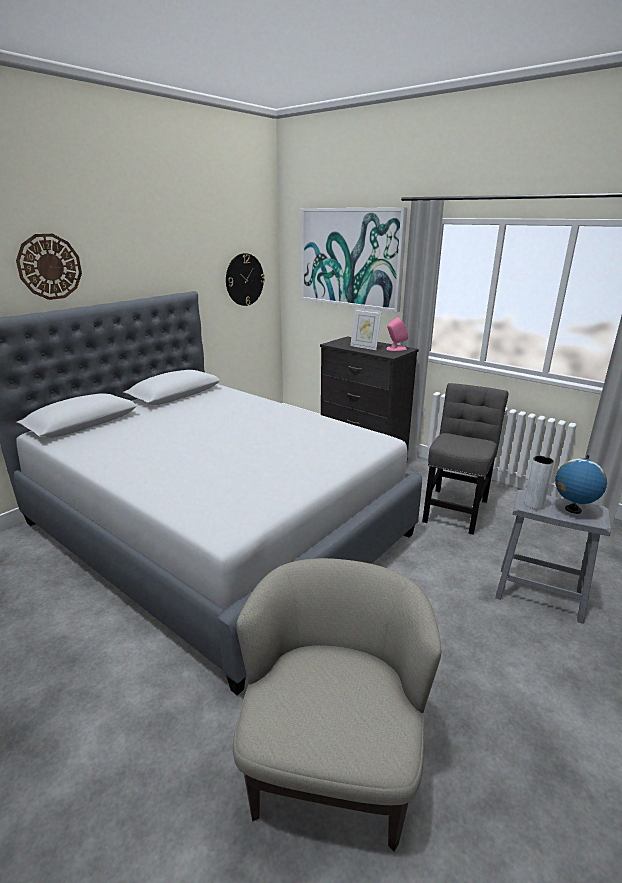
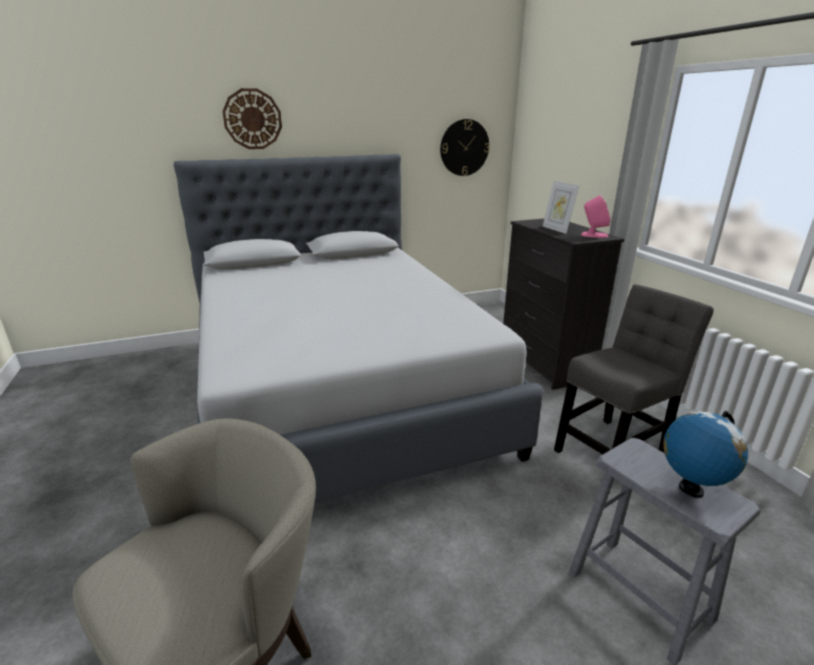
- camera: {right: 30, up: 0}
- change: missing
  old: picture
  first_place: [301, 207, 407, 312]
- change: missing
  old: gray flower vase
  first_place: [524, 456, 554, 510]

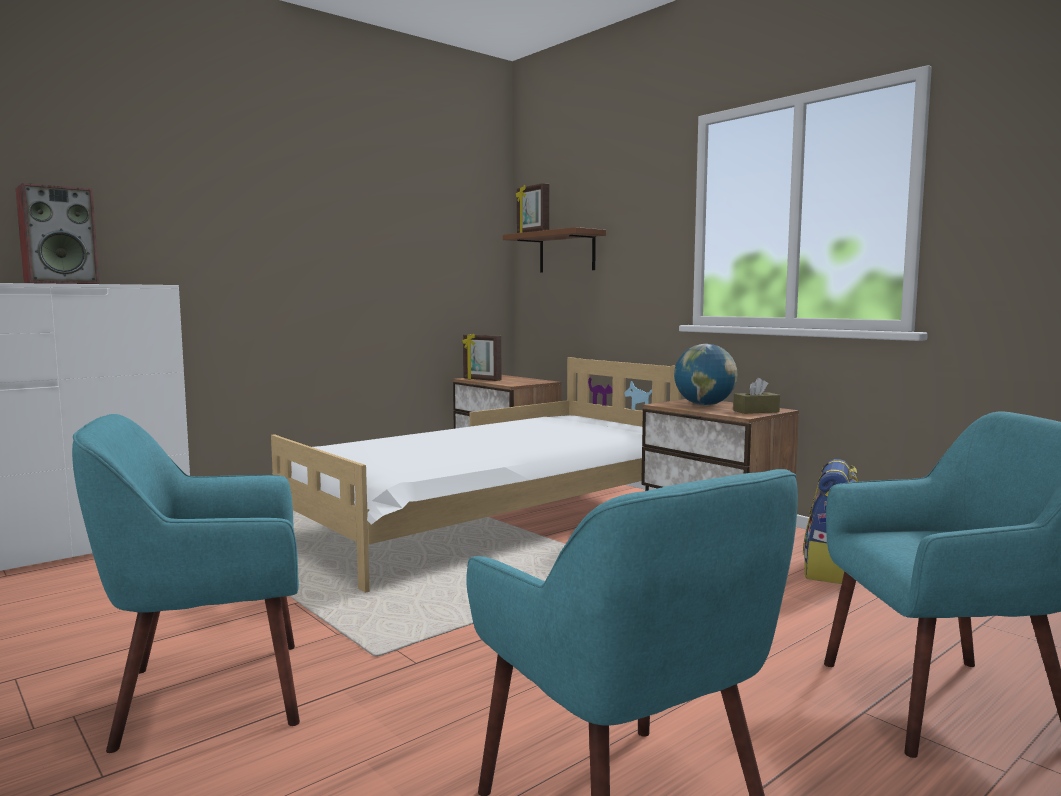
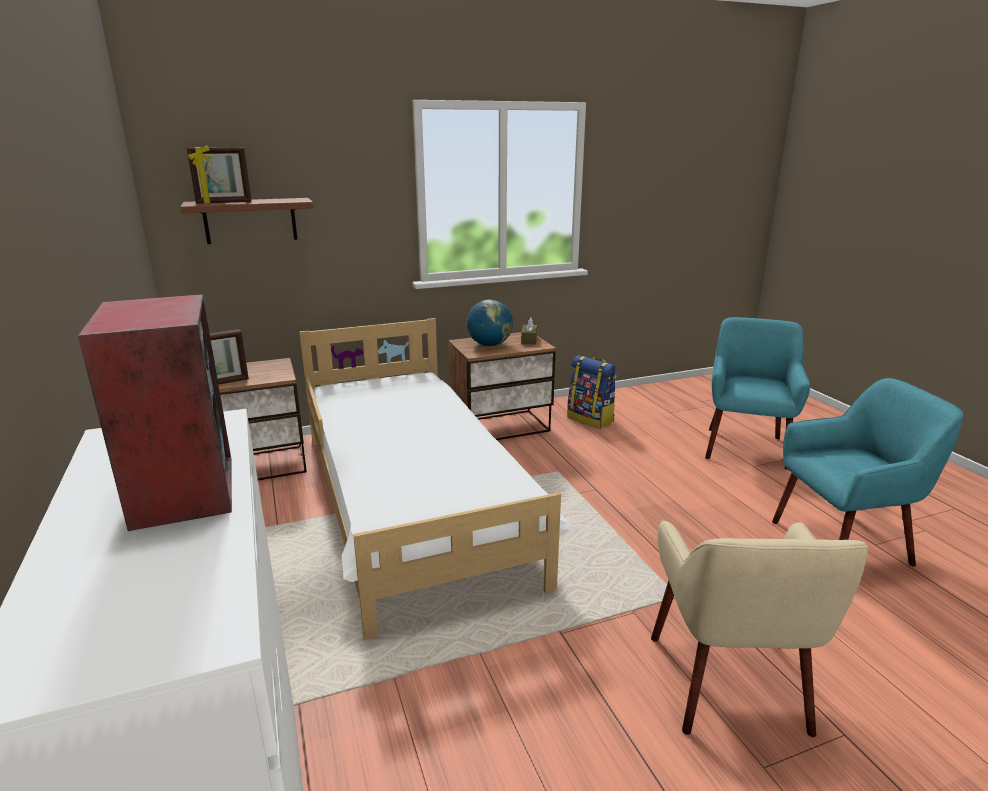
- camera: {right: -70, up: 15}
- change: colour
  old: turquoise-coloured easy chair
  new: sand-coloured easy chair
  first_place: [72, 414, 300, 753]
  second_place: [651, 521, 869, 737]

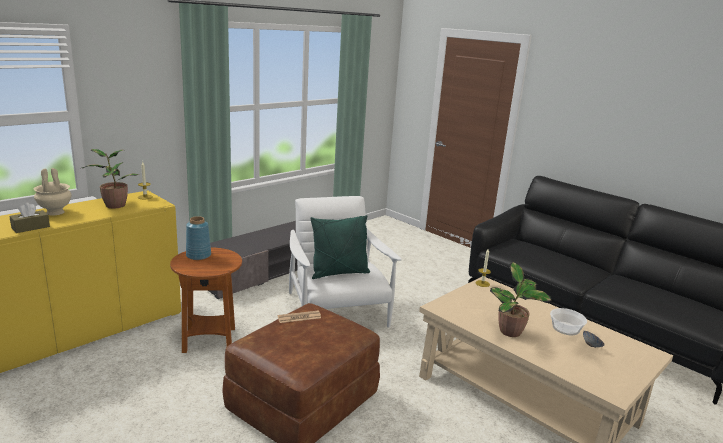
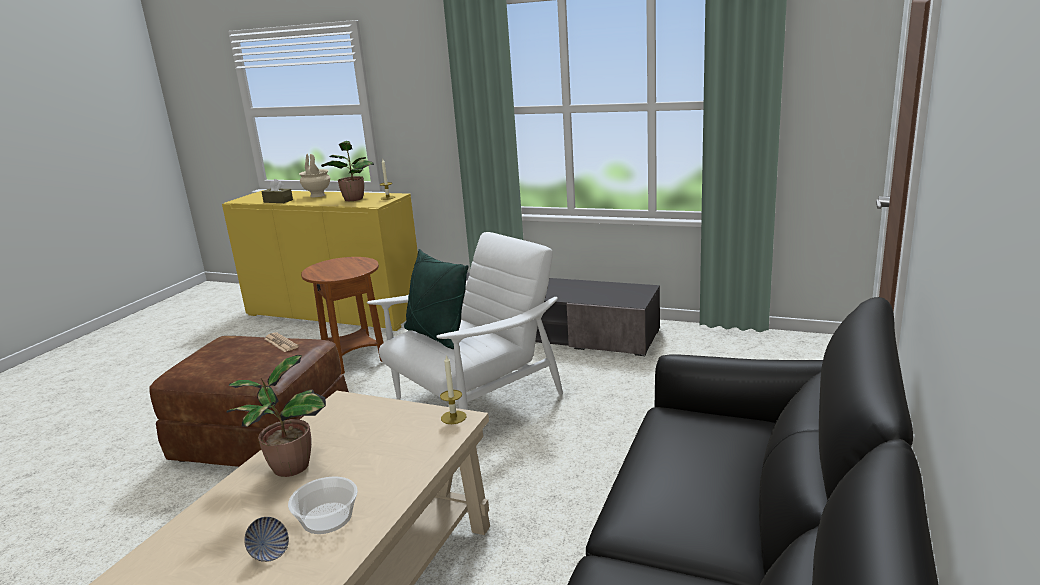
- camera: {right: 70, up: 0}
- change: missing
  old: blue-coloured flower vase
  first_place: [186, 216, 211, 260]

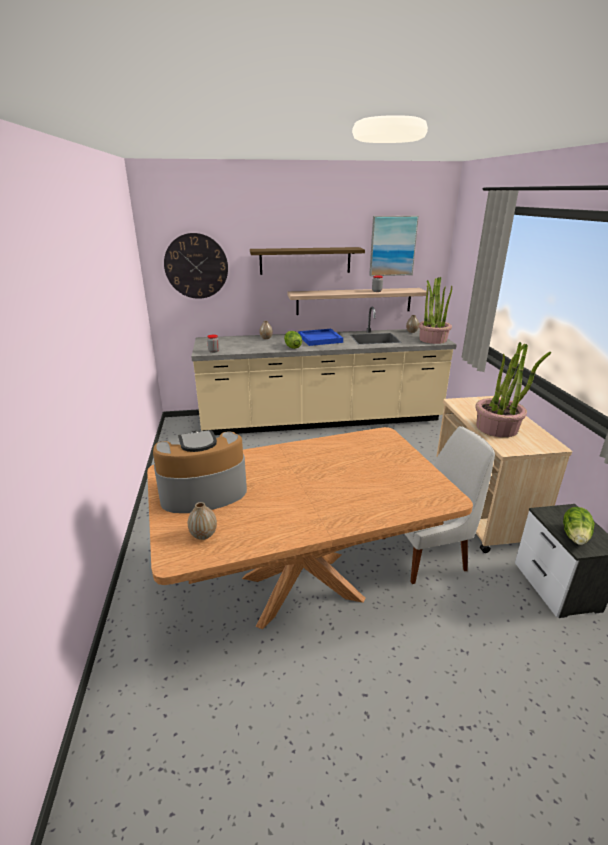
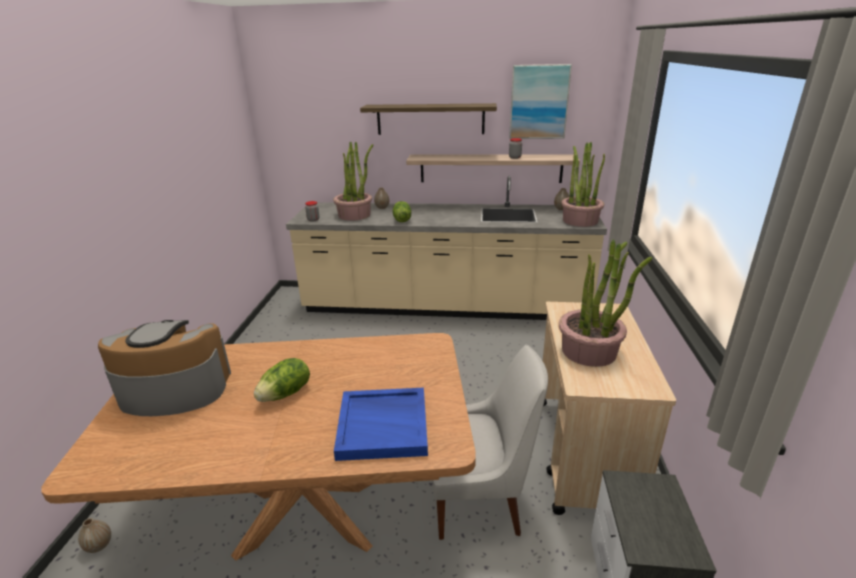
- camera: {right: 15, up: 0}
- change: missing
  old: wall clock
  first_place: [164, 233, 228, 299]
- change: appeared
  new: potted plant
  second_place: [333, 142, 373, 221]
- change: relocated
  old: flower vase
  first_place: [188, 502, 217, 540]
  second_place: [78, 518, 111, 553]
- change: relocated
  old: blue-coloured serving tray
  first_place: [298, 329, 343, 346]
  second_place: [334, 388, 428, 461]
- change: relocated
  old: lettuce head
  first_place: [563, 507, 595, 545]
  second_place: [254, 358, 310, 402]

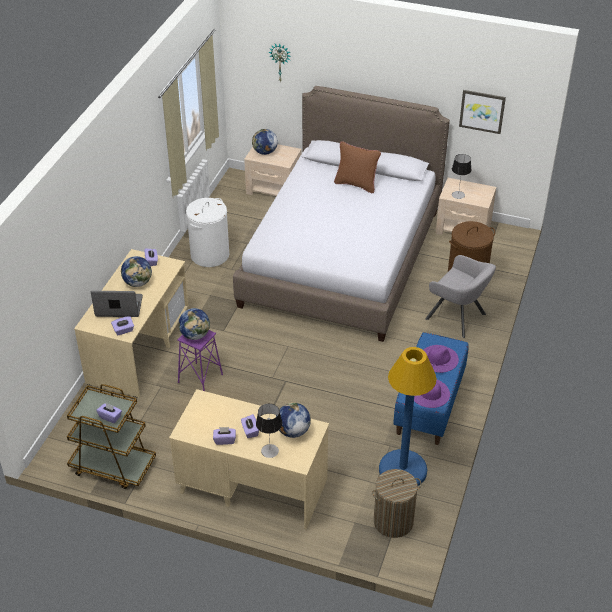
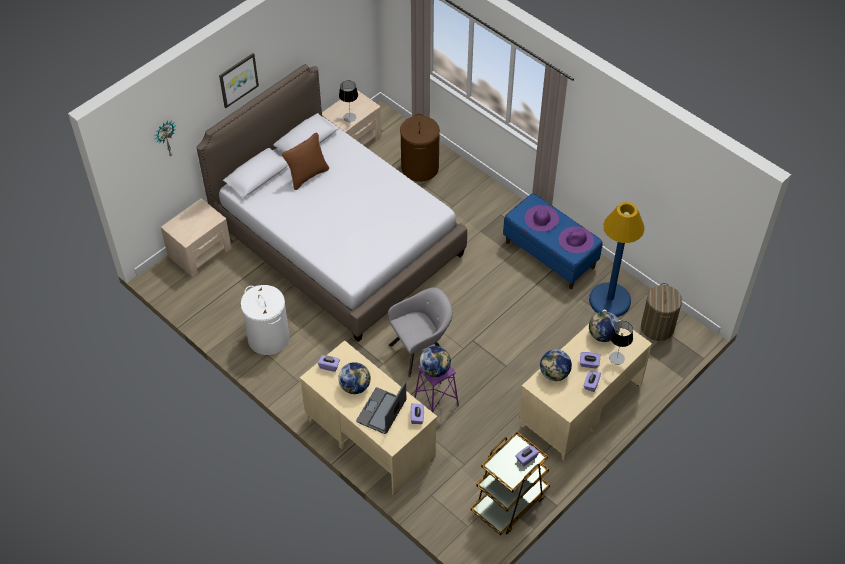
- camera: {right: -65, up: 10}
- change: relocated
  old: globe
  first_place: [252, 129, 278, 155]
  second_place: [540, 349, 572, 381]
- change: relocated
  old: gray easy chair
  first_place: [425, 255, 496, 338]
  second_place: [388, 287, 453, 377]
- change: relocated
  old: picture
  first_place: [459, 90, 506, 134]
  second_place: [219, 53, 259, 108]

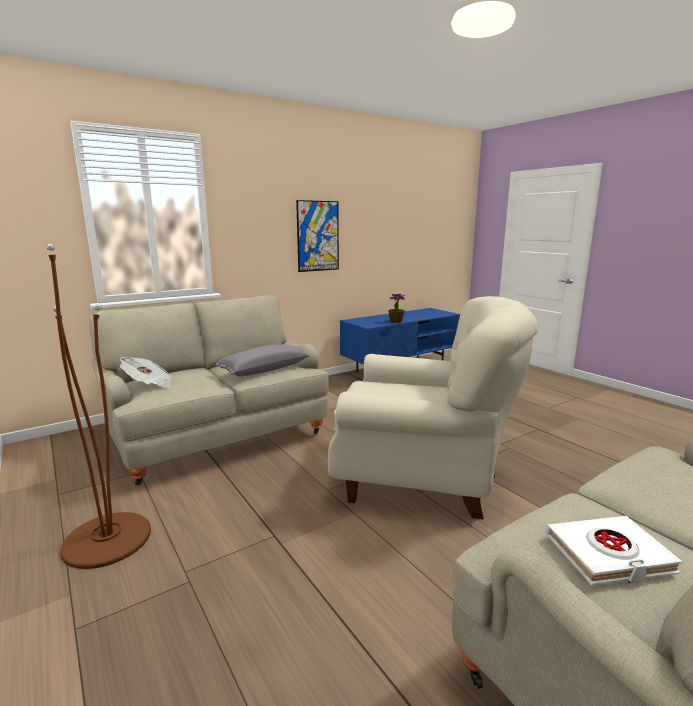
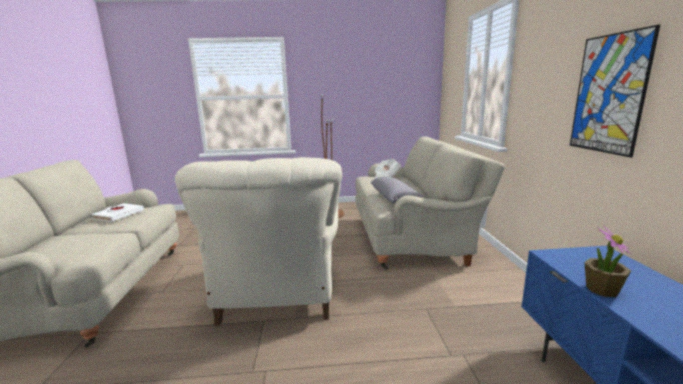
- camera: {right: 120, up: 0}
- change: spun
  old: sand-coloured easy chair
  first_place: [328, 296, 539, 519]
  second_place: [175, 157, 342, 326]
  degrees: -45

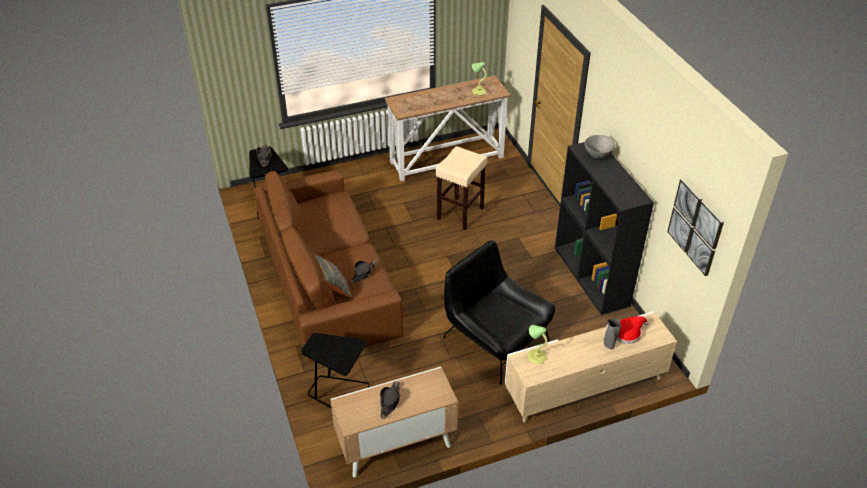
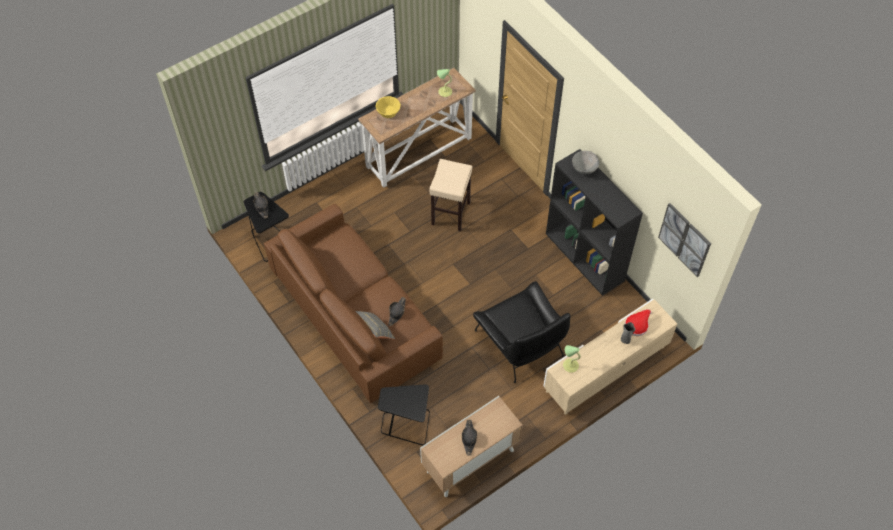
- camera: {right: -15, up: 15}
- change: appeared
  new: yellow deep dish
  second_place: [375, 96, 401, 118]
- change: spun
  old: blackish easy chair
  first_place: [443, 240, 555, 385]
  second_place: [473, 281, 571, 383]
  degrees: -150

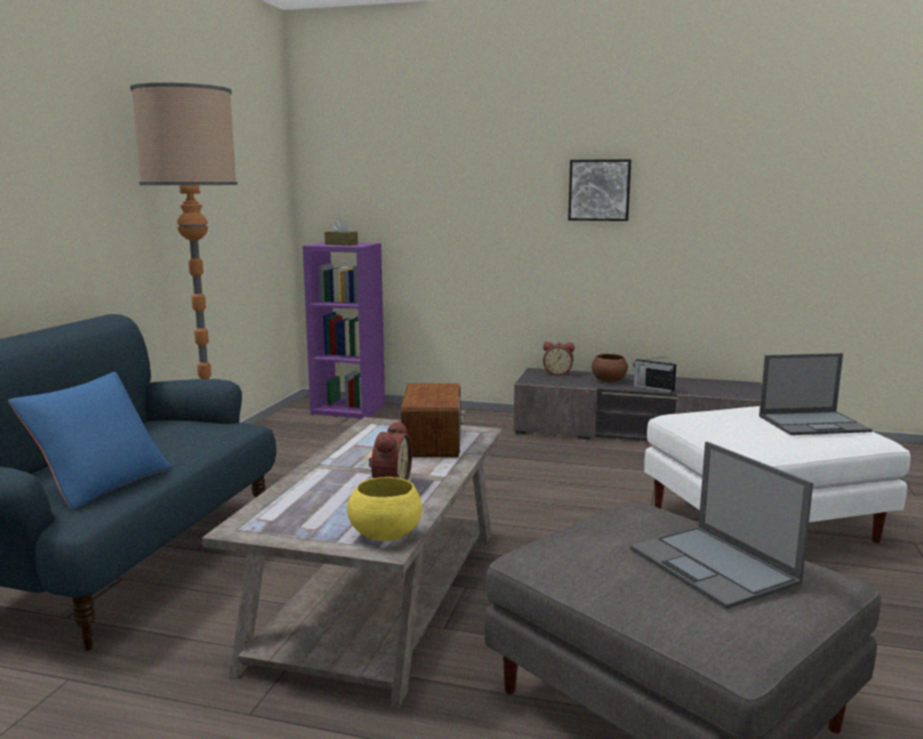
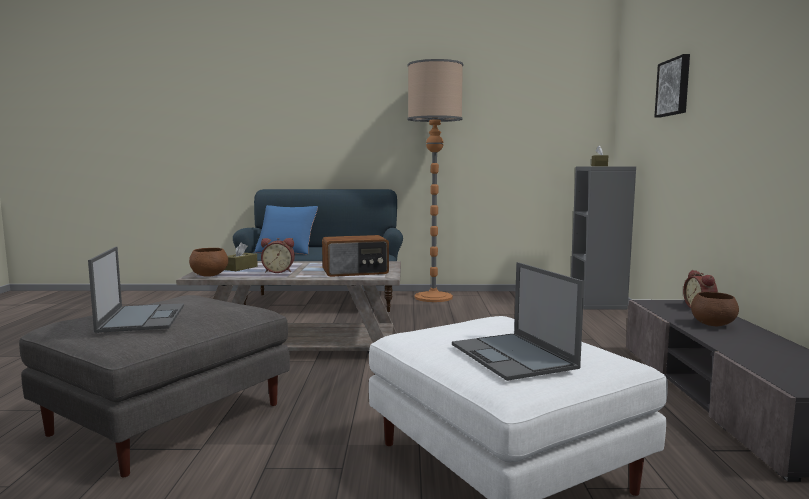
- camera: {right: 75, up: -5}
- change: missing
  old: radio set
  first_place: [633, 356, 676, 393]
- change: appeared
  new: brown-coloured tissue holder
  second_place: [225, 243, 258, 271]
- change: relocated
  old: picture
  first_place: [568, 159, 631, 221]
  second_place: [654, 54, 690, 117]
- change: colour
  old: purple-coloured shelving unit
  new: gray shelving unit
  first_place: [303, 242, 385, 418]
  second_place: [571, 166, 636, 309]
- change: colour
  old: yellow deep dish
  new: brown-coloured deep dish
  first_place: [347, 477, 422, 541]
  second_place: [189, 248, 228, 277]
- change: spun
  old: laptop
  first_place: [630, 442, 813, 609]
  second_place: [88, 247, 184, 333]
  degrees: 120

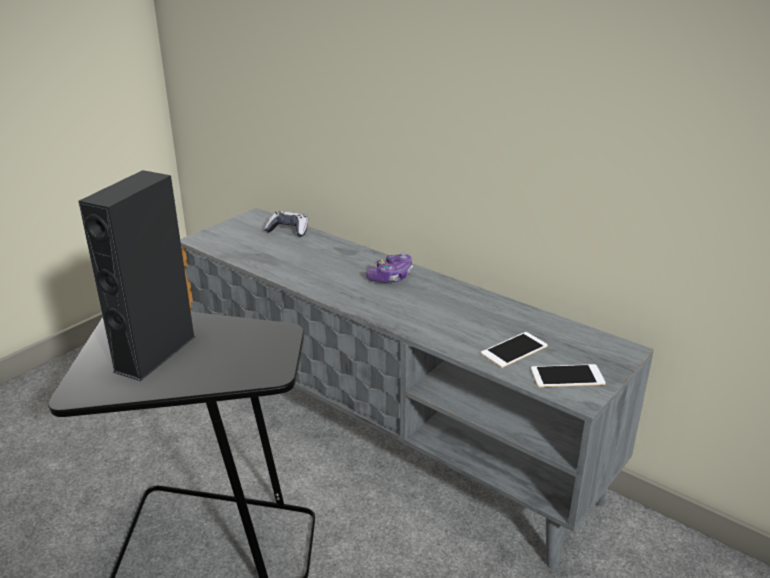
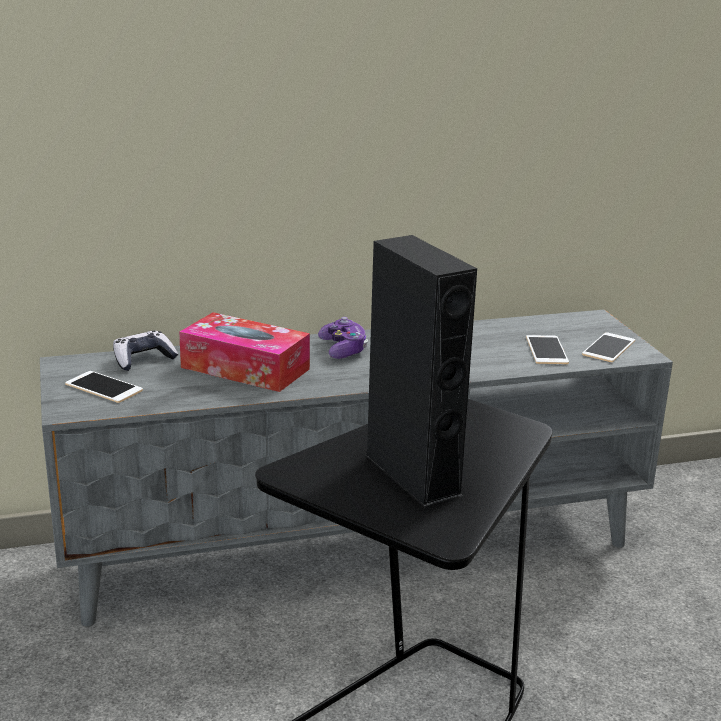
- camera: {right: -55, up: -5}
- change: appeared
  new: handset
  second_place: [65, 371, 143, 403]
- change: appeared
  new: tissue holder
  second_place: [179, 312, 310, 392]

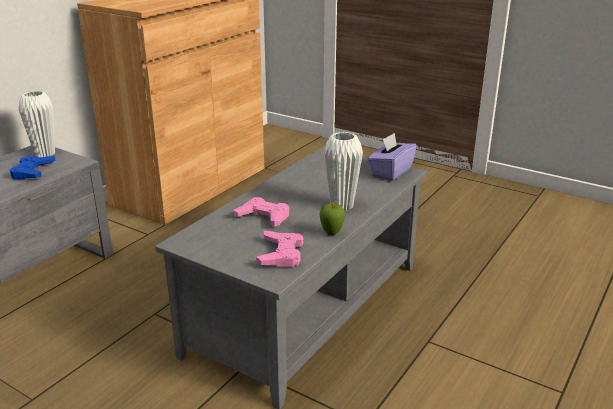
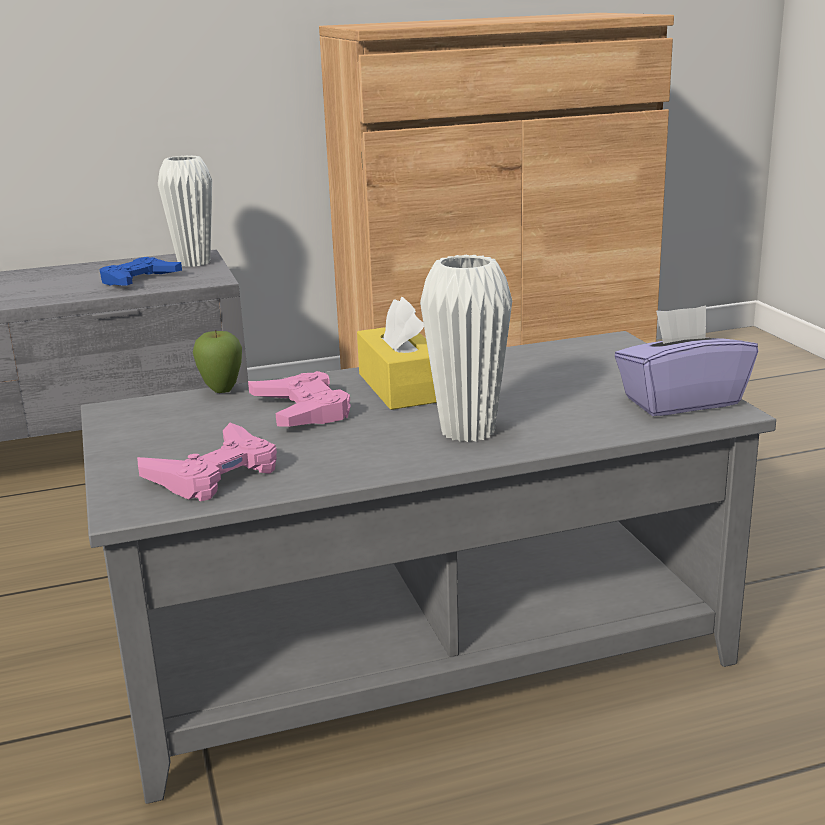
- camera: {right: 40, up: -5}
- change: appeared
  new: yellow tissue holder
  second_place: [357, 297, 437, 410]
- change: relocated
  old: apple fruit
  first_place: [319, 203, 345, 235]
  second_place: [193, 330, 242, 393]

